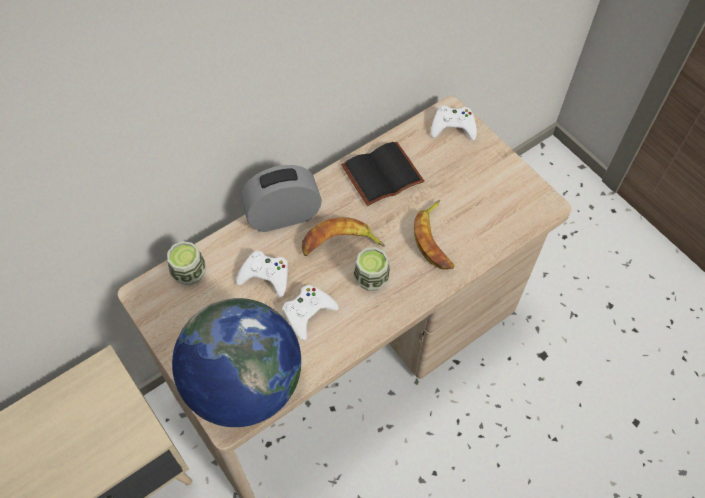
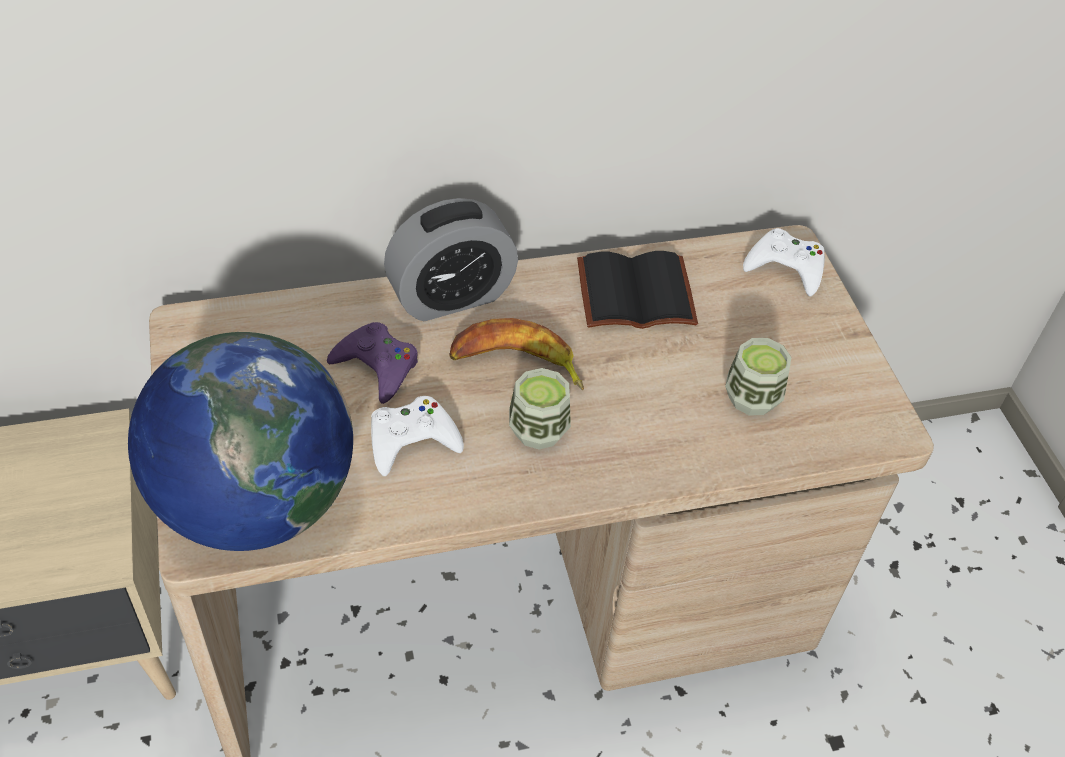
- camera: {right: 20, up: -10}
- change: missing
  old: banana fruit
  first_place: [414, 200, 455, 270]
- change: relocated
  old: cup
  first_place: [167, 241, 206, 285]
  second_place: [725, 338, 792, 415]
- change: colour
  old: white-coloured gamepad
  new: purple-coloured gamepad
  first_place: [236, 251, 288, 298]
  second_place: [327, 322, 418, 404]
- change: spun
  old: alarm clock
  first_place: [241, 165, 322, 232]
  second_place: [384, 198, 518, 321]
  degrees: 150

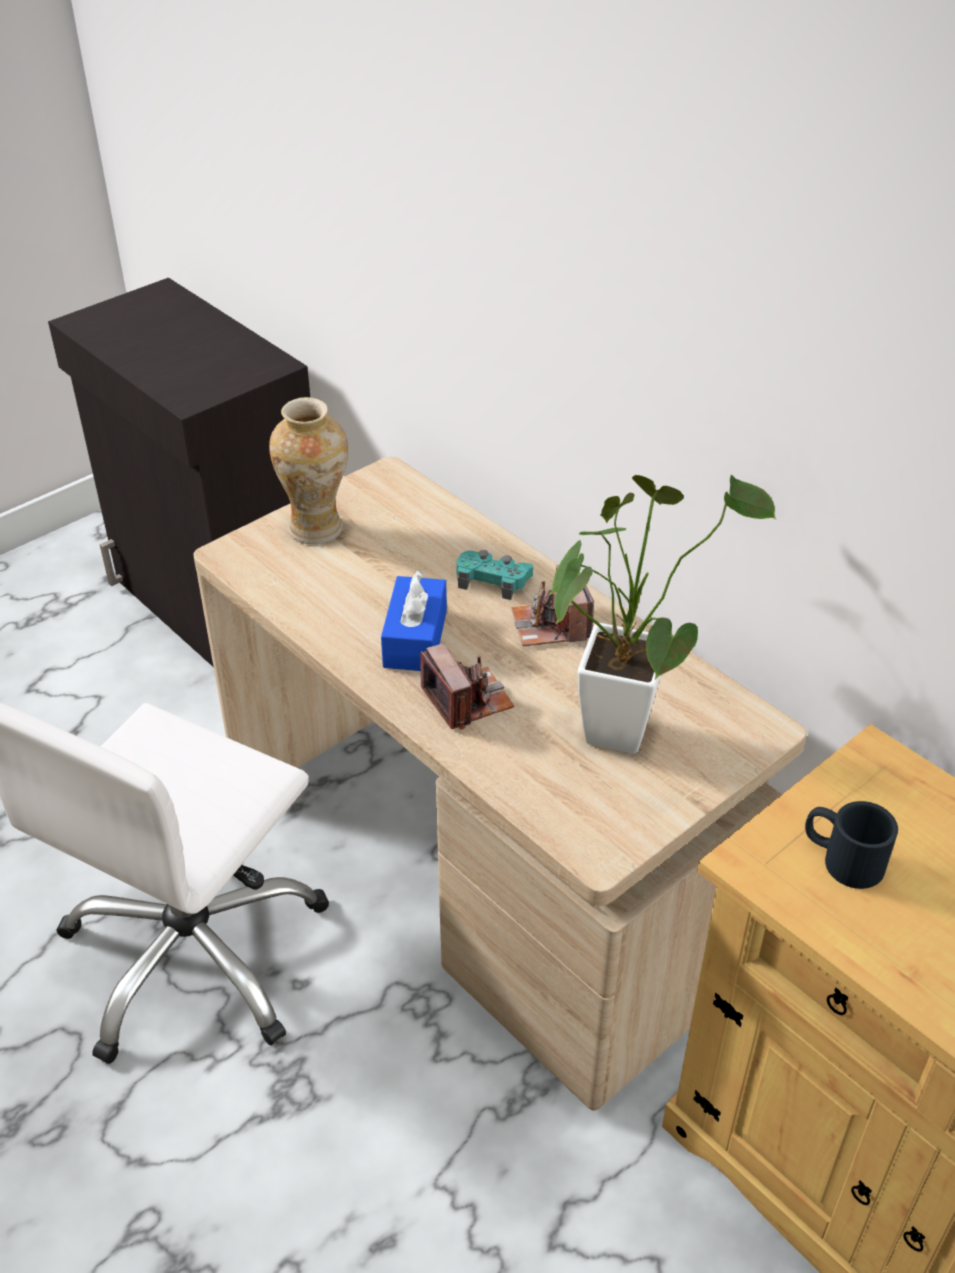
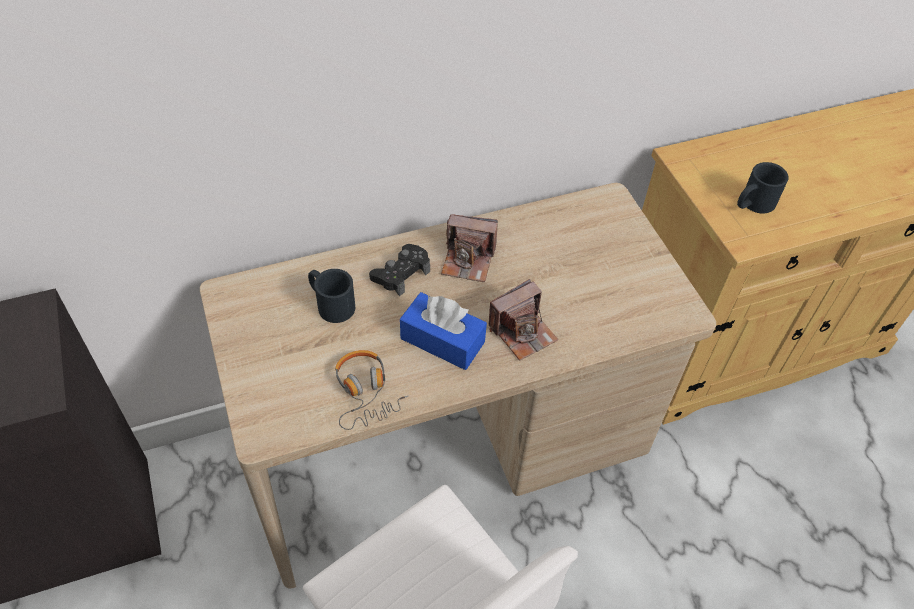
- camera: {right: -70, up: 10}
- change: missing
  old: flower vase
  first_place: [269, 397, 348, 545]
- change: missing
  old: potted plant
  first_place: [549, 475, 776, 754]
- change: appeared
  new: blackish tea mug
  second_place: [308, 269, 355, 323]
- change: appeared
  new: headset
  second_place: [335, 350, 408, 430]
- change: colour
  old: turquoise-coloured gamepad
  new: blackish gamepad
  first_place: [456, 550, 533, 600]
  second_place: [369, 244, 430, 296]
- change: spun
  old: photo camera
  first_place: [420, 643, 514, 729]
  second_place: [488, 279, 558, 361]
  degrees: 150

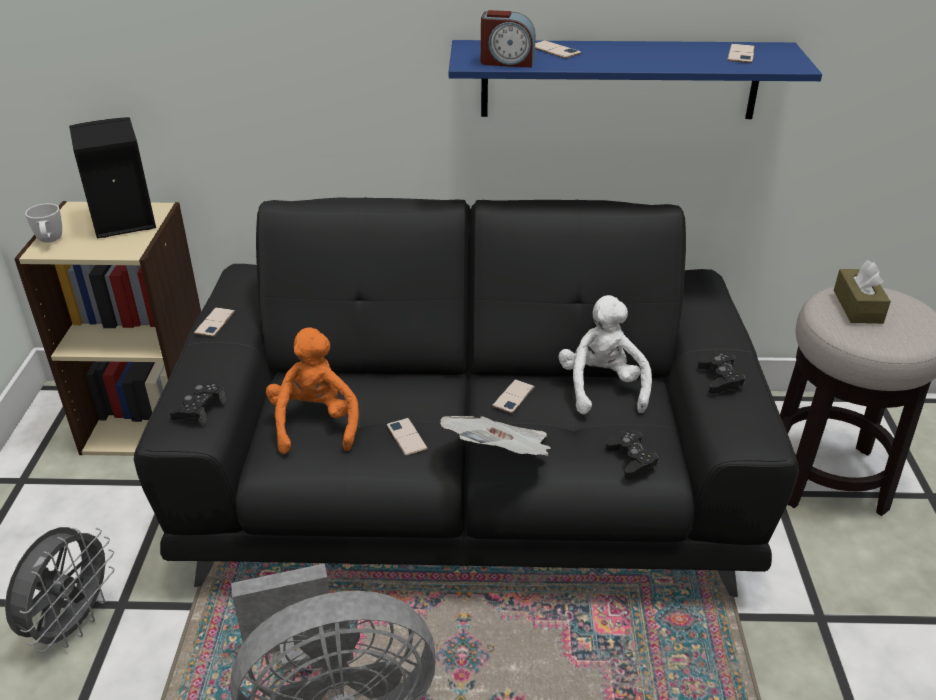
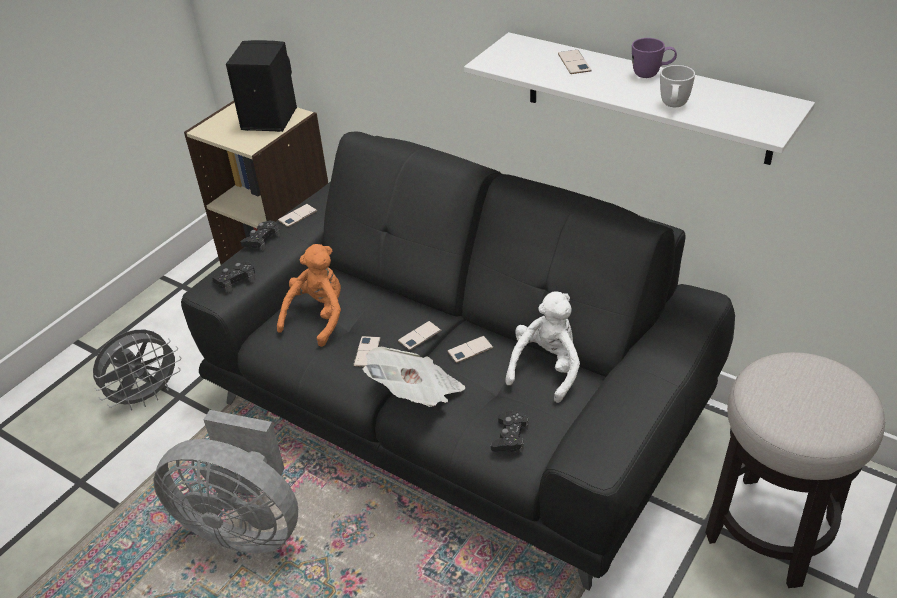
- camera: {right: 35, up: 5}
- change: missing
  old: alarm clock
  first_place: [481, 10, 536, 68]
- change: missing
  old: brown-coloured tissue holder
  first_place: [834, 260, 891, 324]
- change: appeared
  new: purple-coloured tea mug
  second_place: [632, 38, 677, 78]
- change: relocated
  old: white-coloured tea mug
  first_place: [25, 203, 62, 243]
  second_place: [660, 65, 695, 107]
- change: relocated
  old: blackish gamepad
  first_place: [698, 351, 746, 394]
  second_place: [241, 220, 280, 251]
- change: relocated
  old: handset
  first_place: [727, 44, 755, 63]
  second_place: [398, 321, 441, 350]
- change: colour
  old: blue-coloured bracket shelf
  new: white-coloured bracket shelf
  first_place: [449, 40, 822, 119]
  second_place: [464, 32, 815, 165]

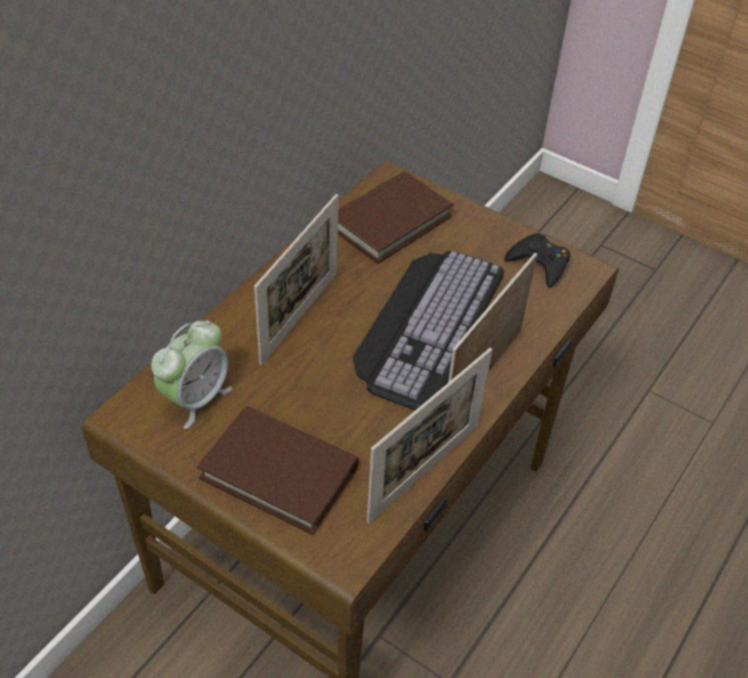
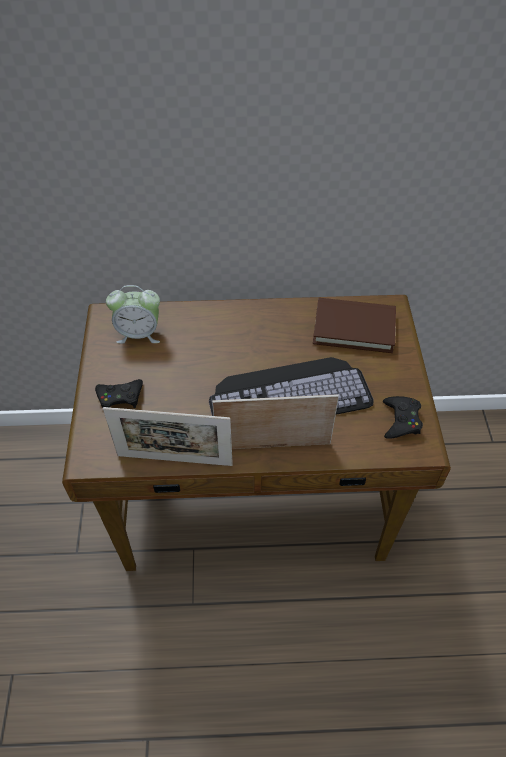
- camera: {right: 55, up: 5}
- change: missing
  old: standing frame
  first_place: [254, 194, 338, 365]
- change: exchanged
  old: brown-coloured bound book
  new: blackish gamepad
  first_place: [197, 406, 359, 535]
  second_place: [95, 379, 143, 408]

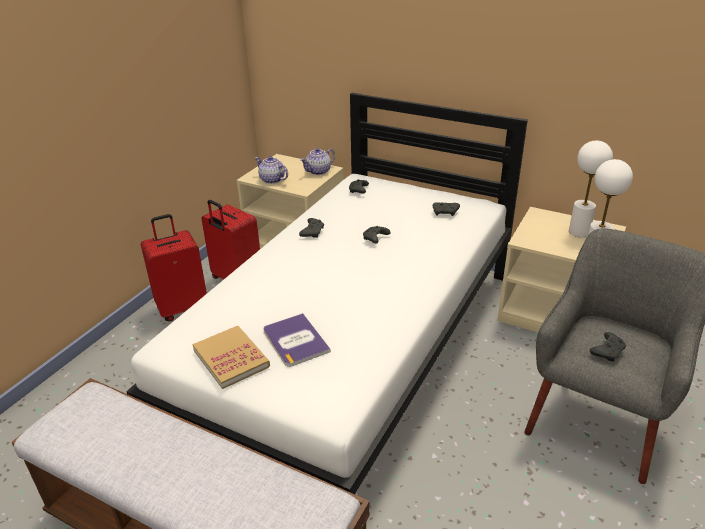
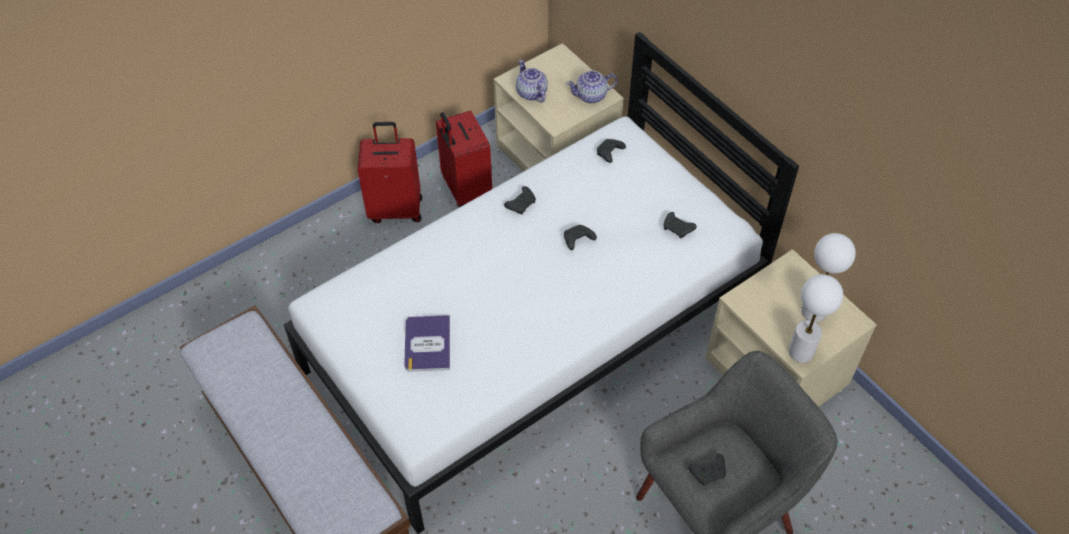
- camera: {right: 25, up: 20}
- change: missing
  old: bound book
  first_place: [192, 326, 270, 389]

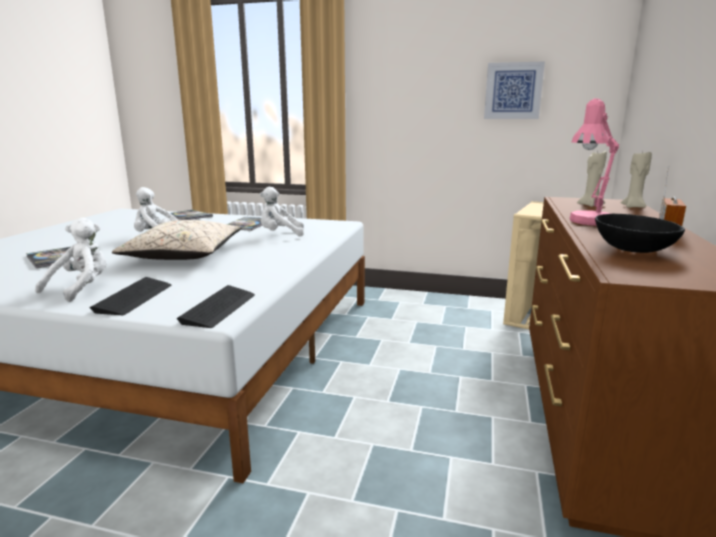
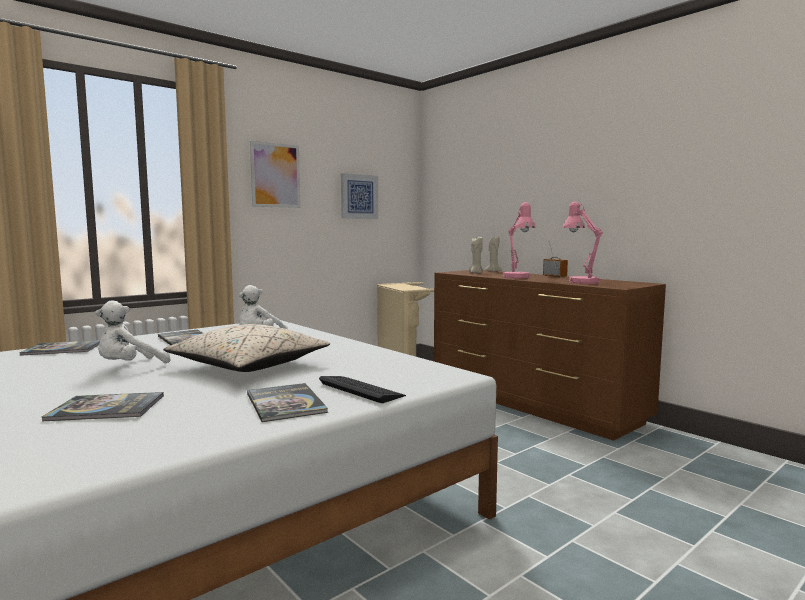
- camera: {right: -55, up: -10}
- change: missing
  old: computer keyboard
  first_place: [176, 285, 255, 328]
- change: appeared
  new: picture
  second_place: [250, 140, 300, 208]
- change: exchanged
  old: white-coloured cuddly toy
  new: bound book
  first_place: [35, 218, 107, 302]
  second_place: [247, 383, 328, 422]
- change: exchanged
  old: blackish deep dish
  new: pink table lamp
  first_place: [595, 214, 685, 253]
  second_place: [562, 202, 603, 284]

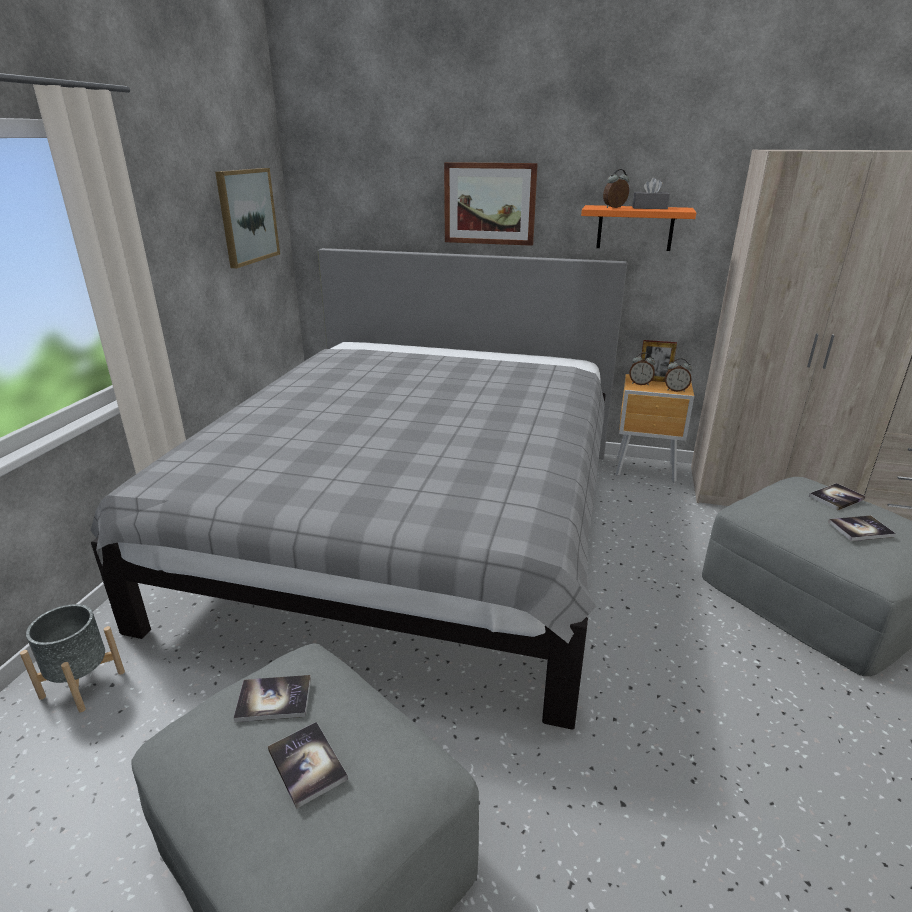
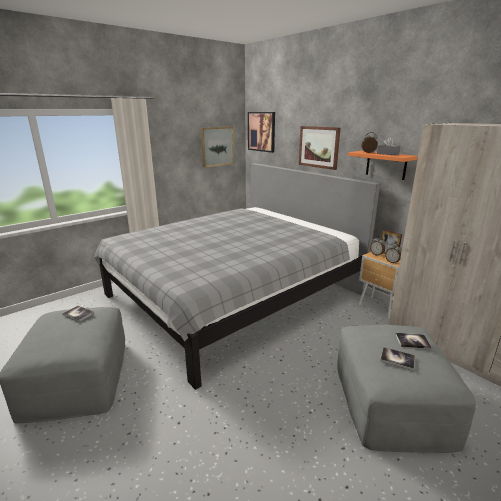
- camera: {right: 35, up: -5}
- change: missing
  old: gray plant pot
  first_place: [20, 604, 125, 712]
- change: missing
  old: bound book
  first_place: [268, 722, 348, 809]
- change: appeared
  new: picture
  second_place: [248, 112, 275, 153]

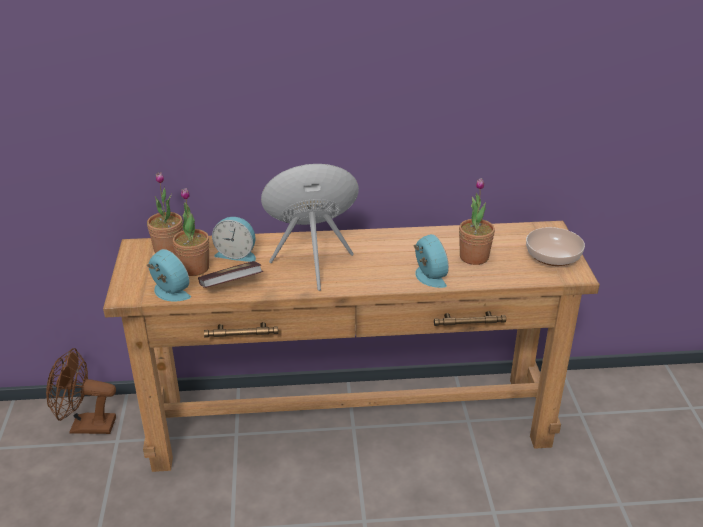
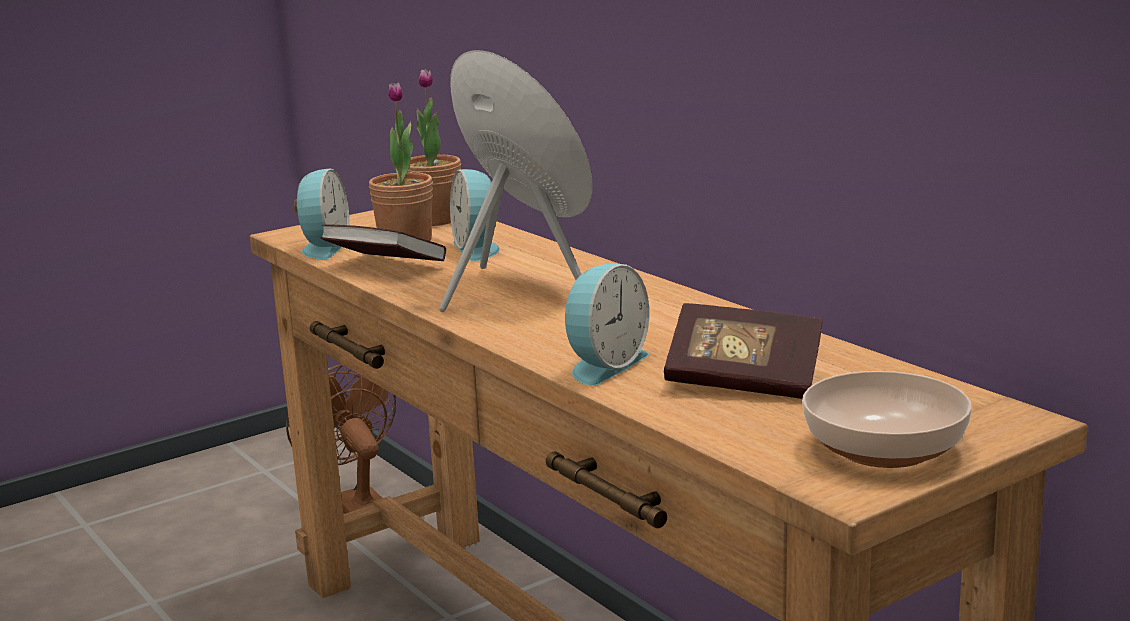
- camera: {right: 60, up: -15}
- change: exchanged
  old: potted plant
  new: bound book
  first_place: [459, 178, 495, 265]
  second_place: [664, 303, 823, 399]

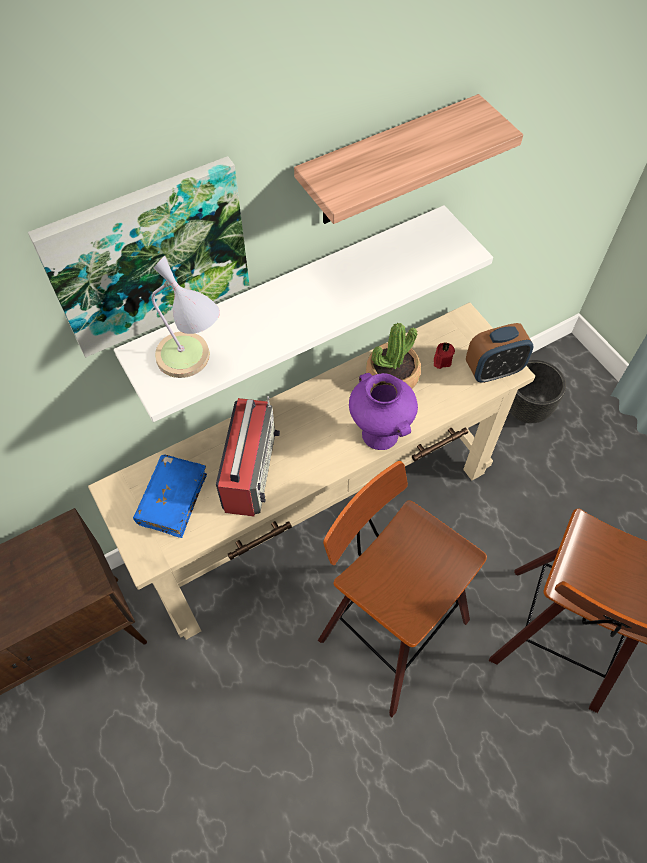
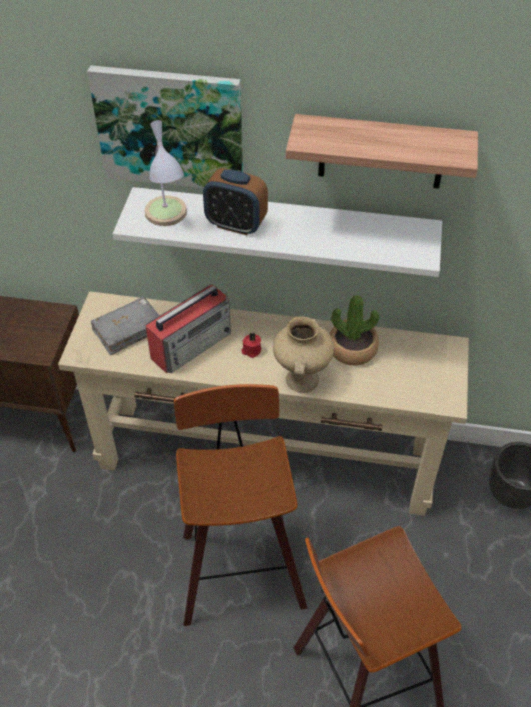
- camera: {right: 40, up: -10}
- change: relocated
  old: reddish candle
  first_place: [434, 343, 455, 369]
  second_place: [241, 333, 261, 358]
- change: relocated
  old: alarm clock
  first_place: [466, 323, 534, 383]
  second_place: [203, 168, 268, 235]
- change: colour
  old: blue-coloured bound book
  new: gray bound book
  first_place: [133, 454, 207, 538]
  second_place: [91, 297, 160, 355]
- change: colour
  old: purple-coloured flower vase
  new: sand-coloured flower vase
  first_place: [349, 373, 418, 450]
  second_place: [273, 316, 334, 393]

